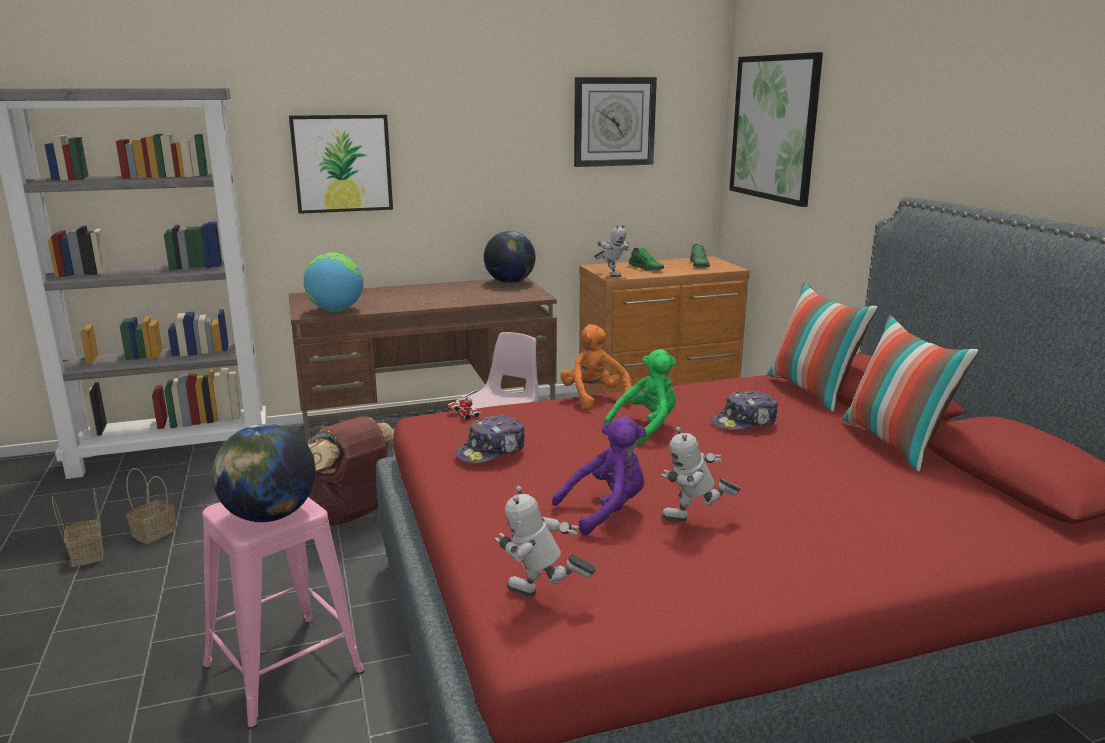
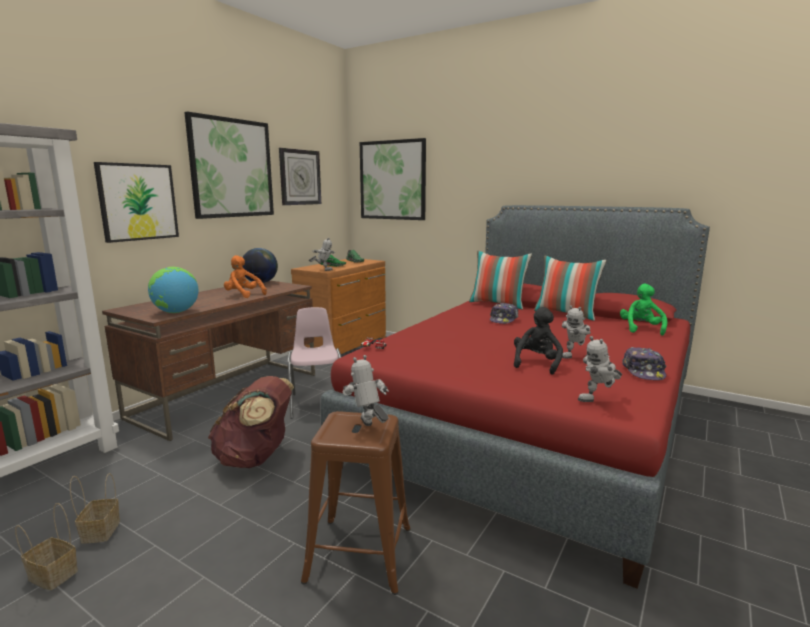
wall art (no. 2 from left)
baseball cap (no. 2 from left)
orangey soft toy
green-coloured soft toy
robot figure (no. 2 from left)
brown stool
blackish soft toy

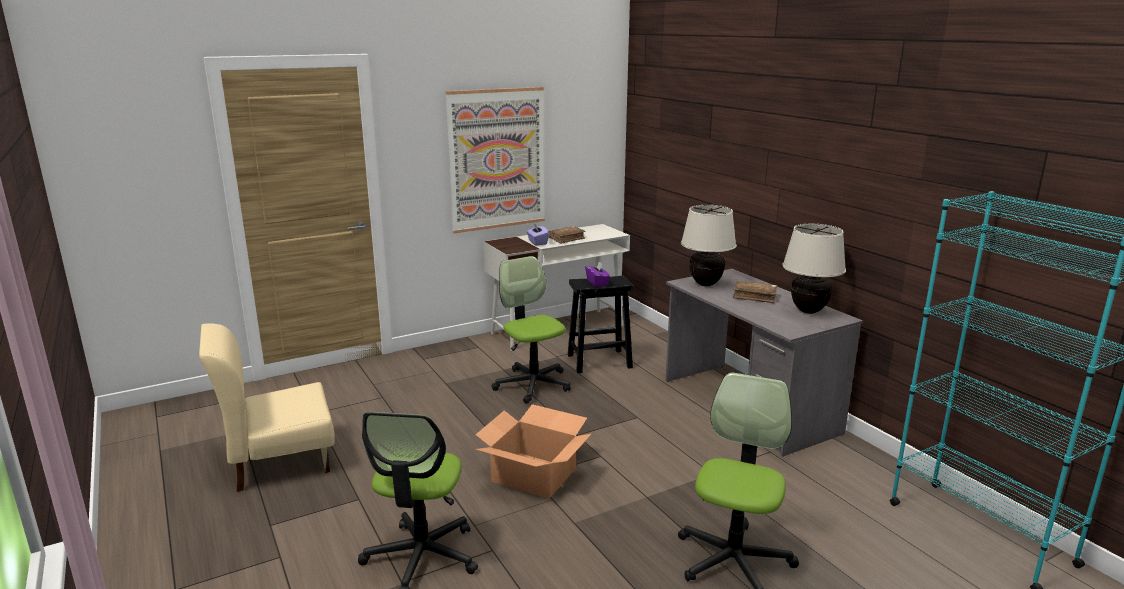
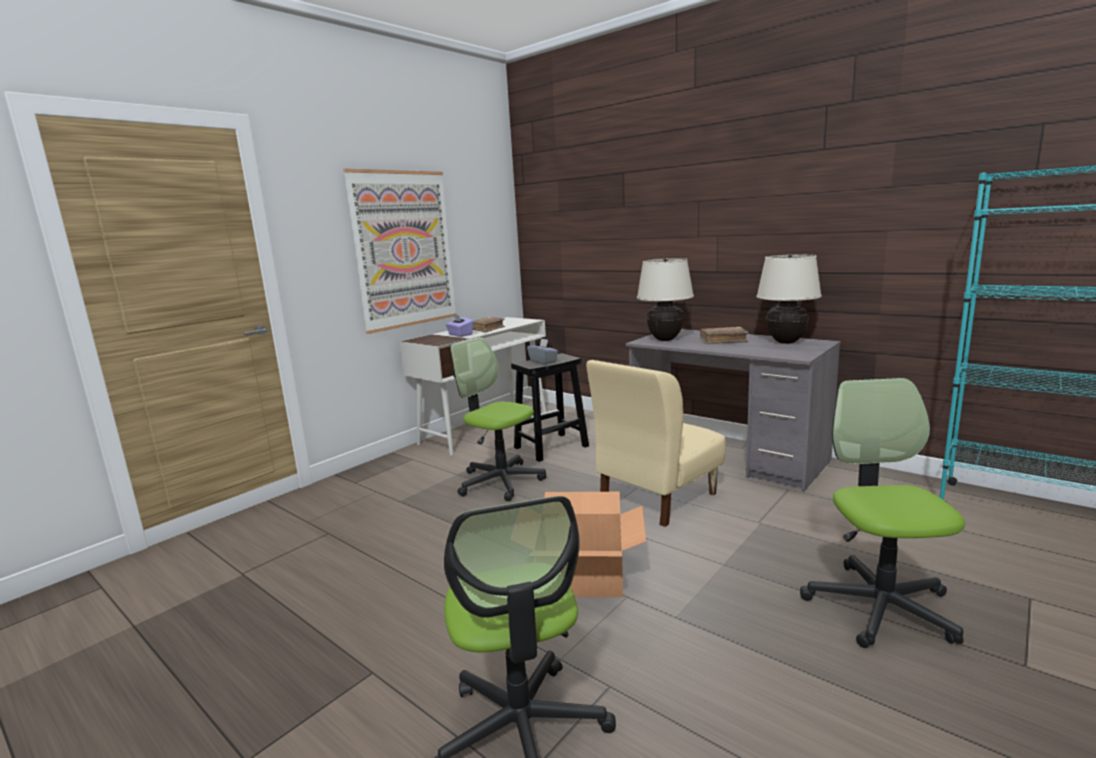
sand-coloured upright chair
gray box of tissues

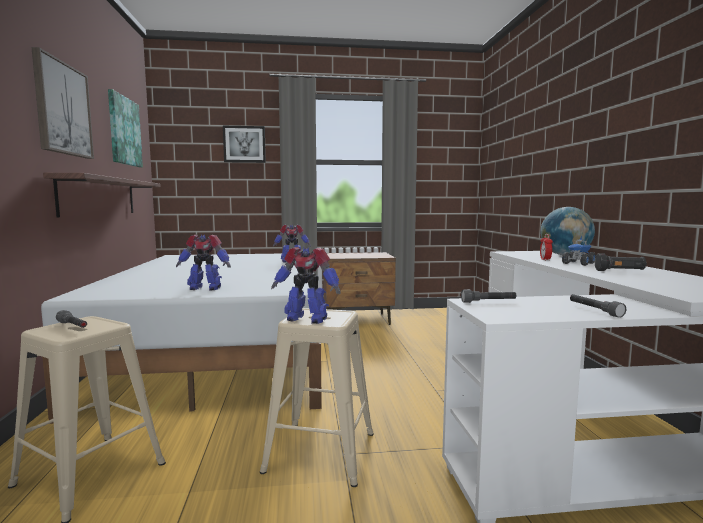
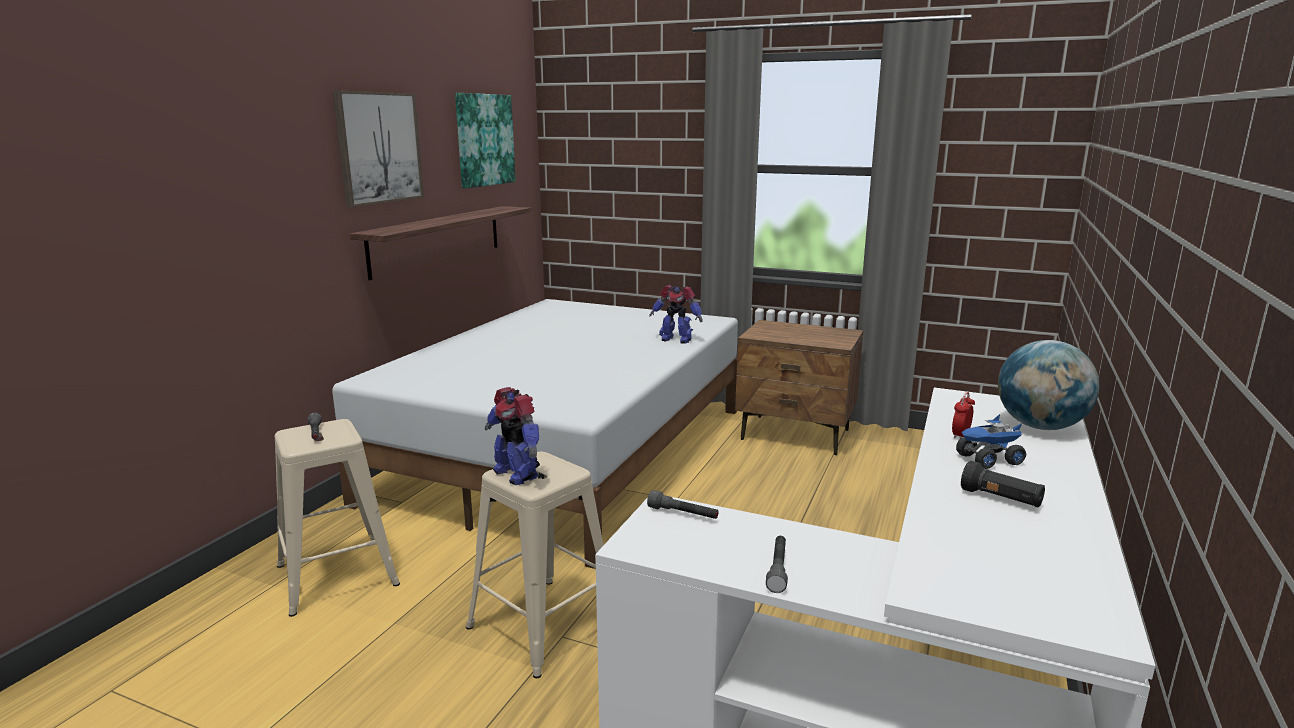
robot figure (no. 1 from left in the first image)
wall art (no. 3 from left in the first image)

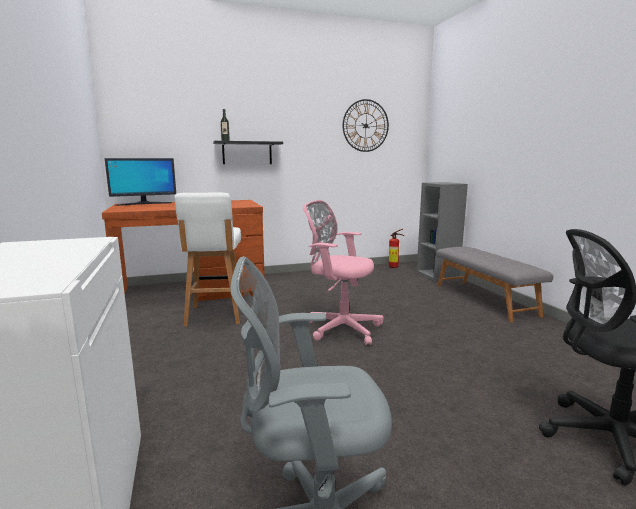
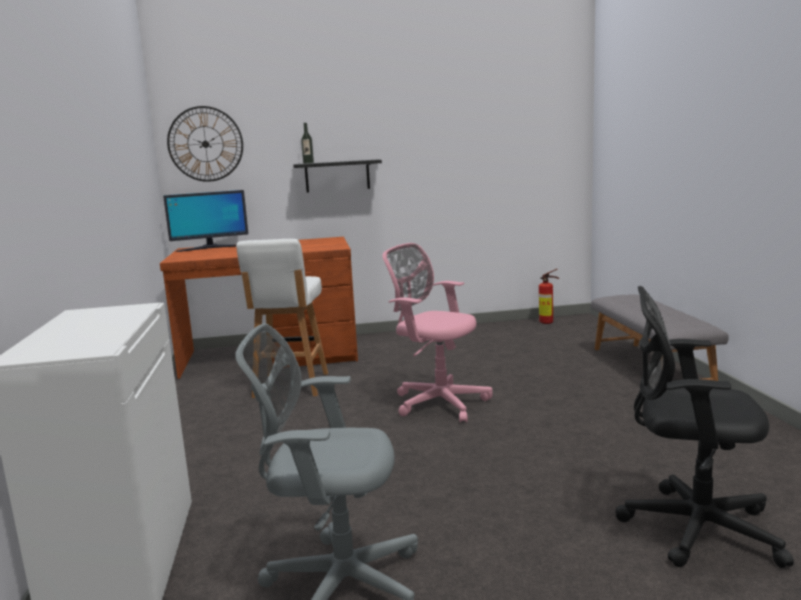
gray bookshelf
clock on the wall

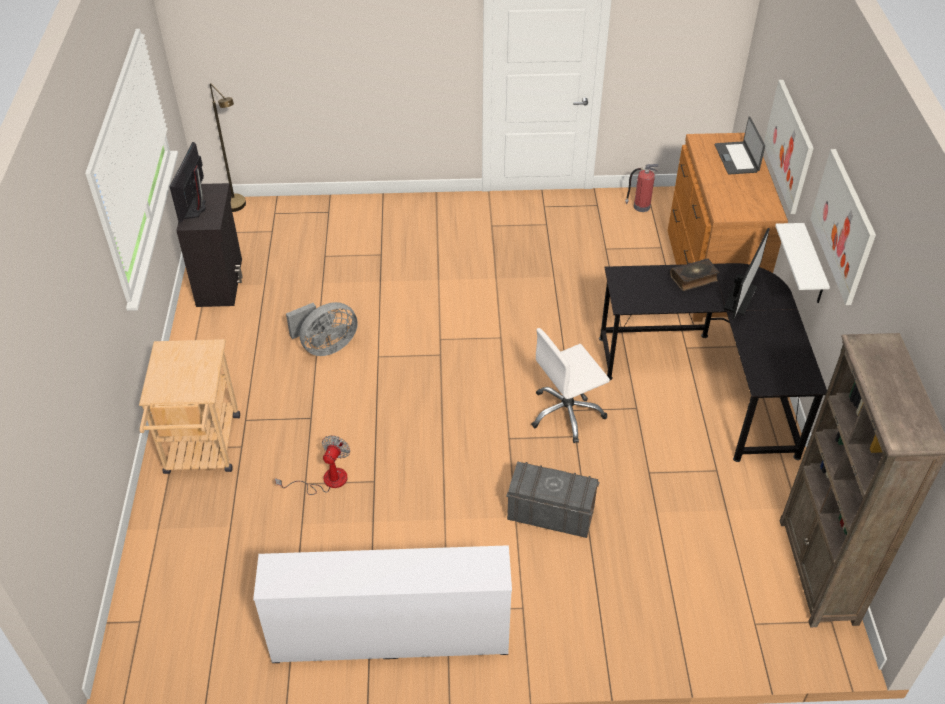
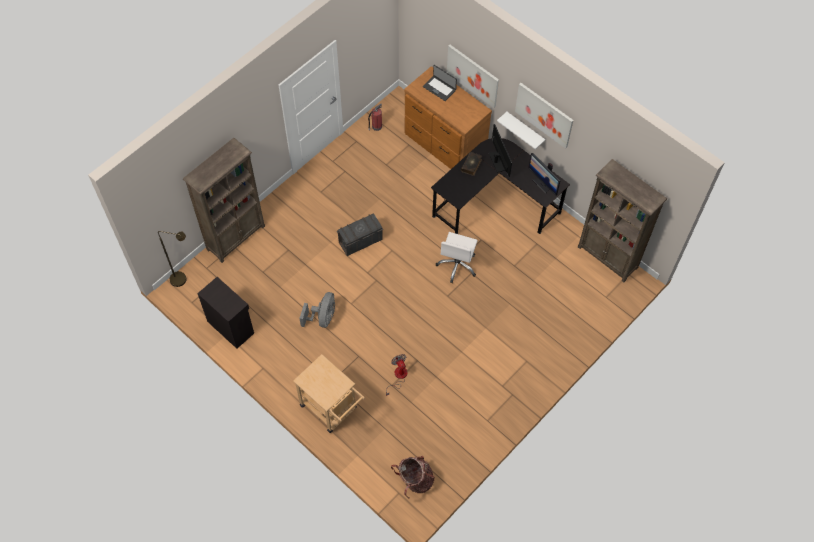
white dresser
brown bookshelf (no. 1 from left)
knapsack
computer display (no. 2 from left)
gray storage box

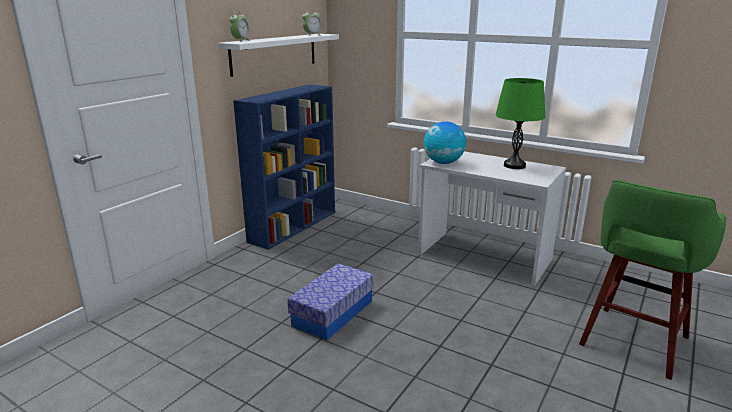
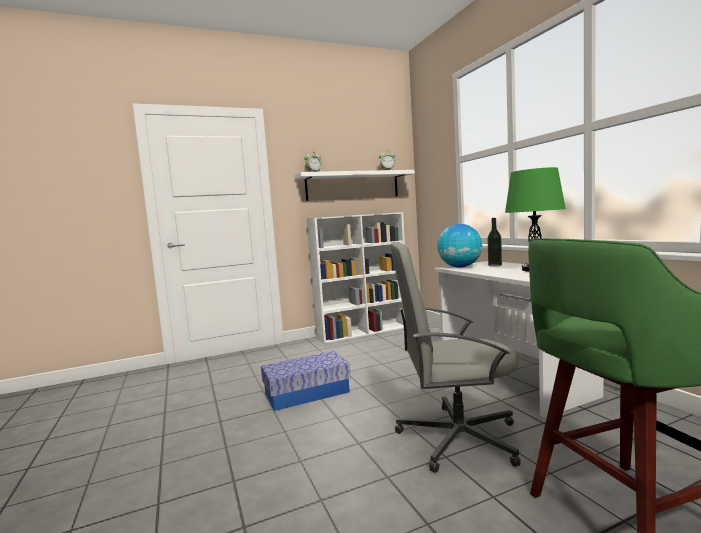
gray office chair
bottle
white bookshelf

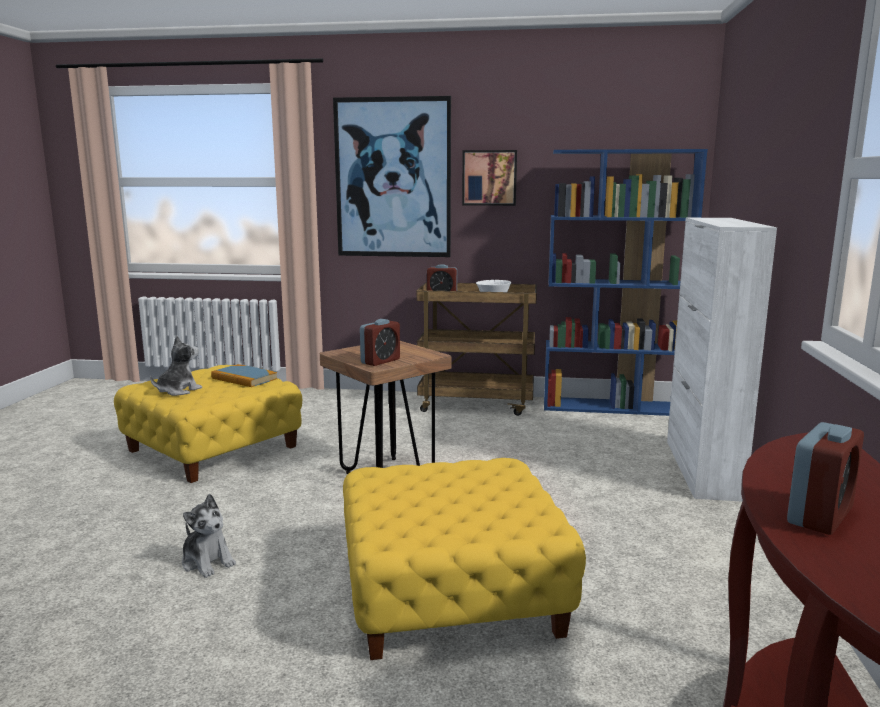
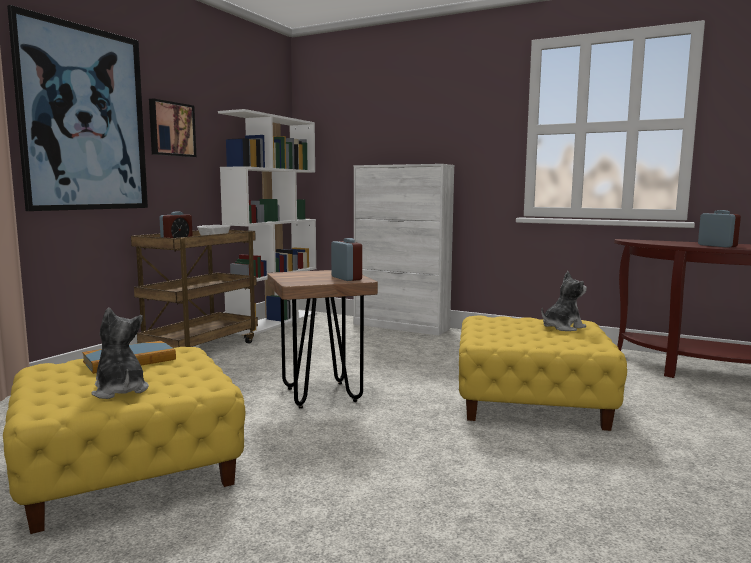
soft toy (no. 2 from left)
white bookshelf

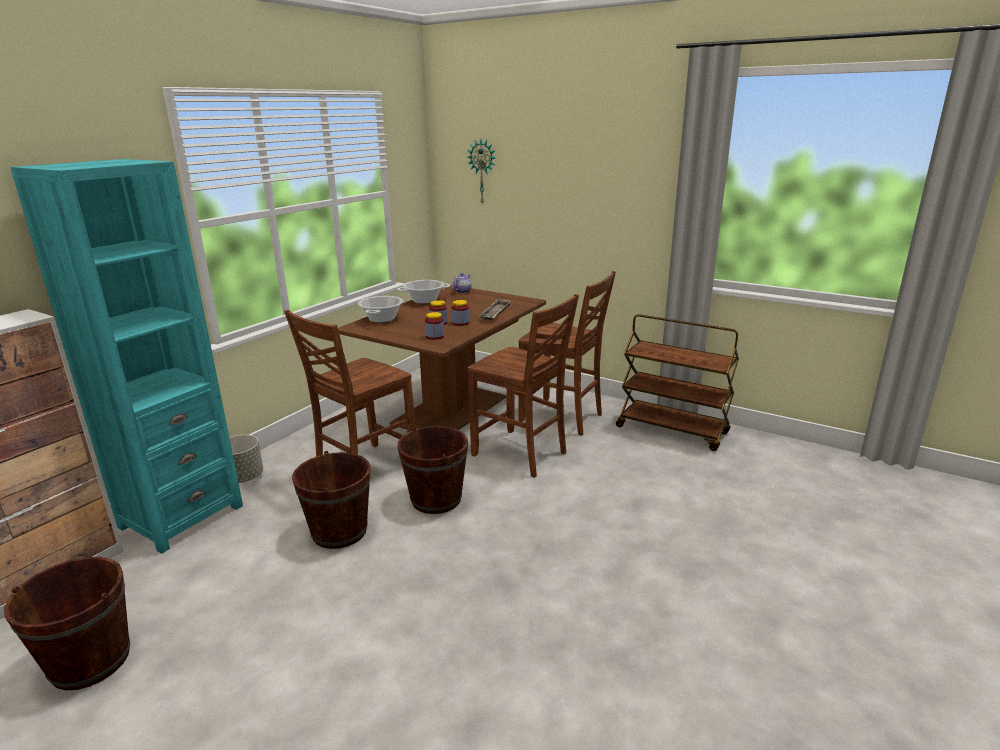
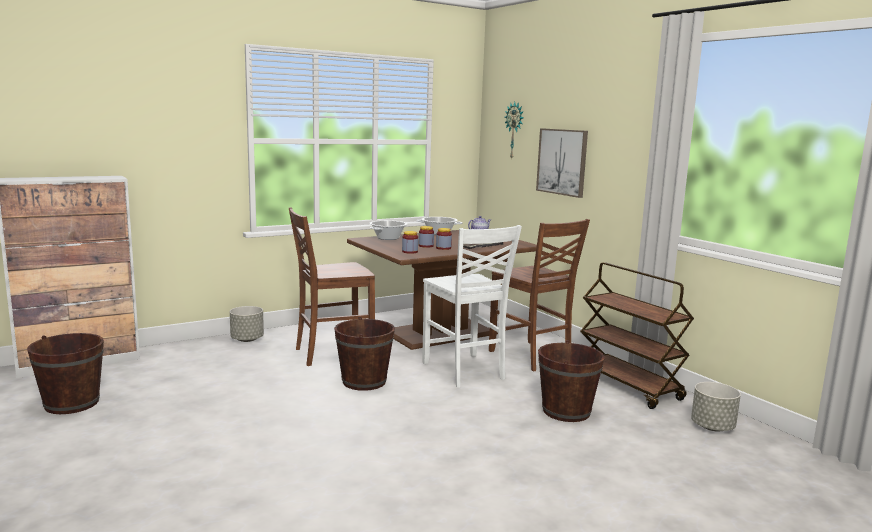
blue-green bookshelf
wall art
gray plant pot (no. 2 from left)
brown pail (no. 3 from left)
white upright chair

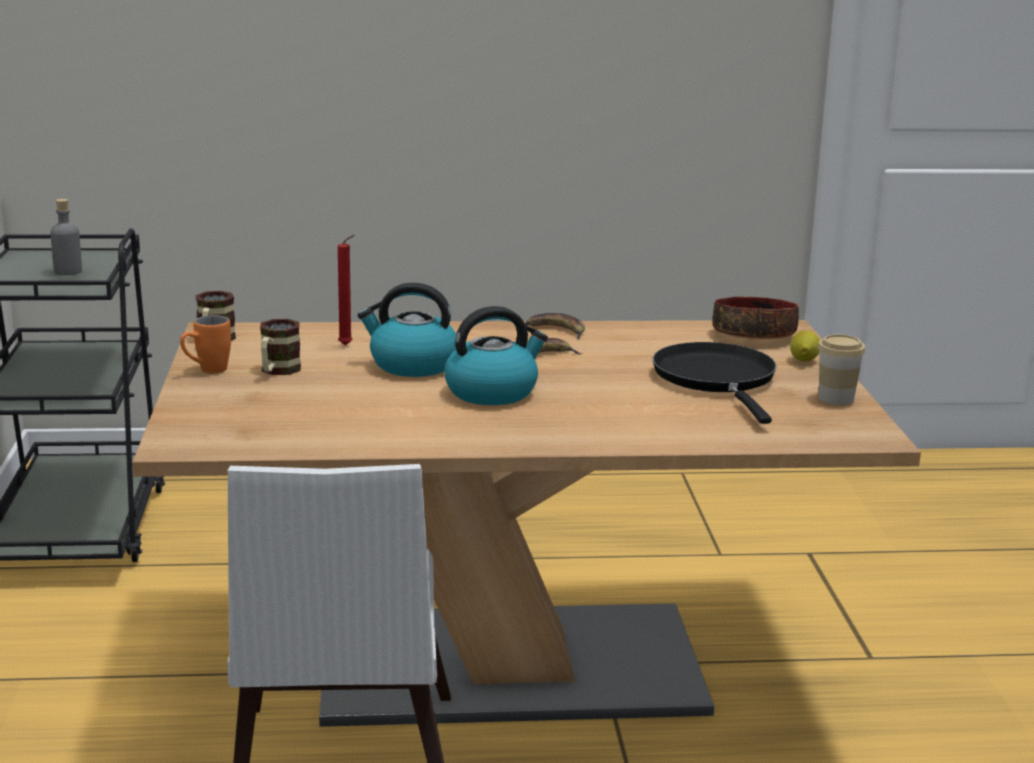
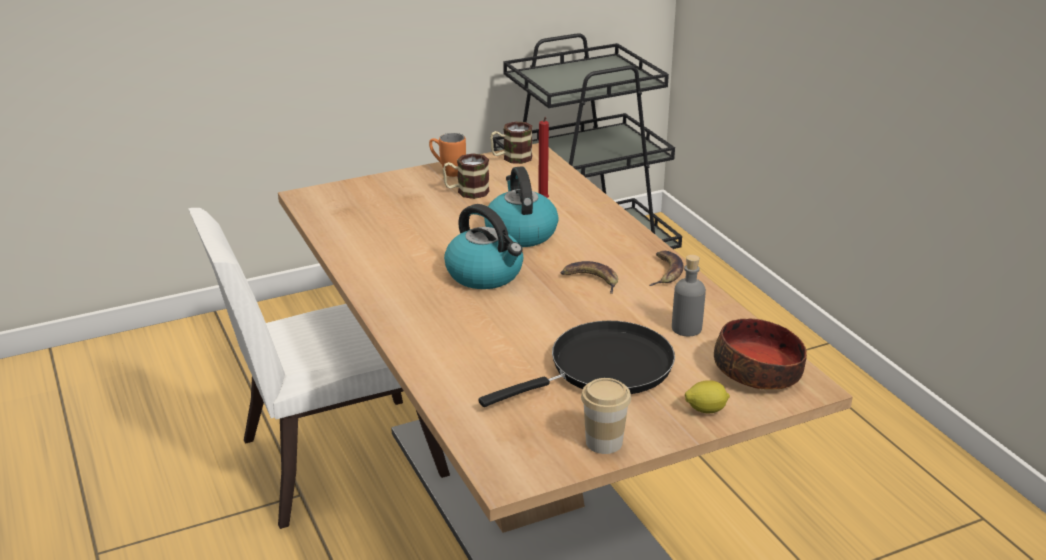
gray bottle

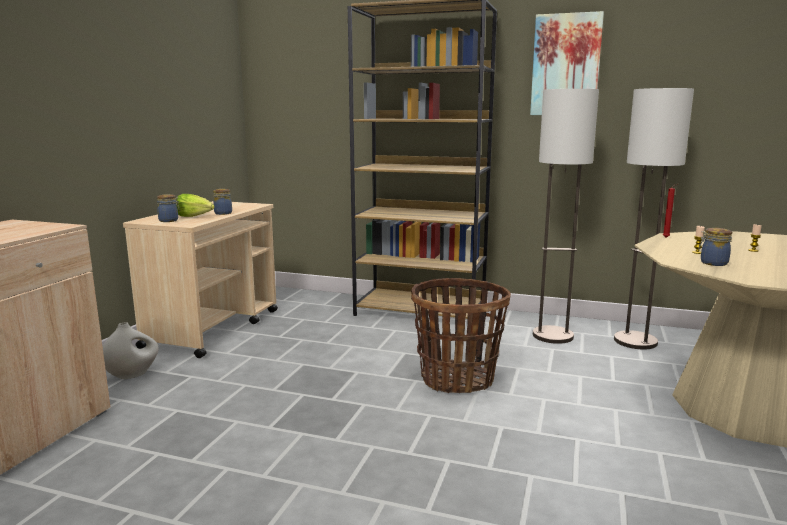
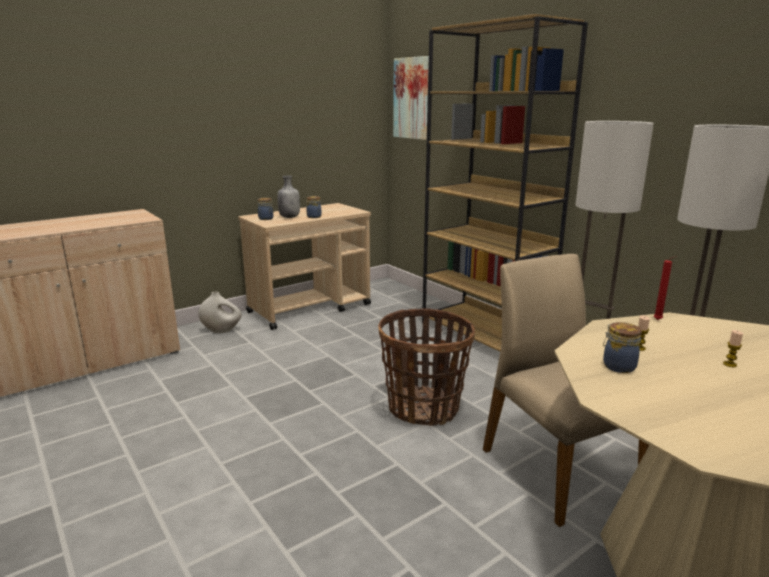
sand-coloured upright chair
wall art
gray bottle

